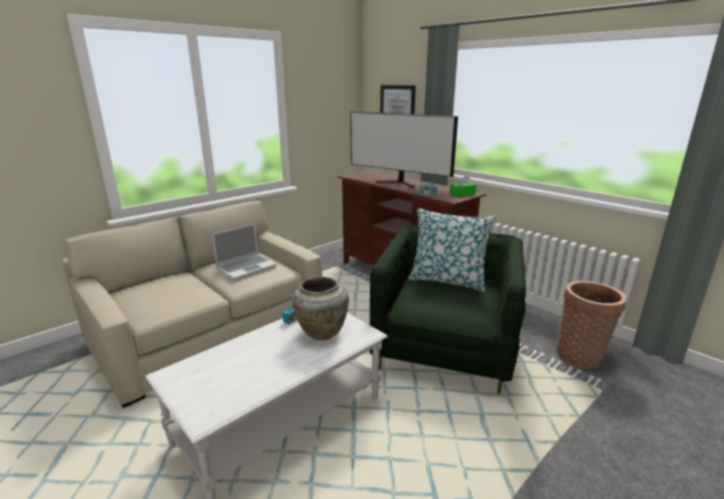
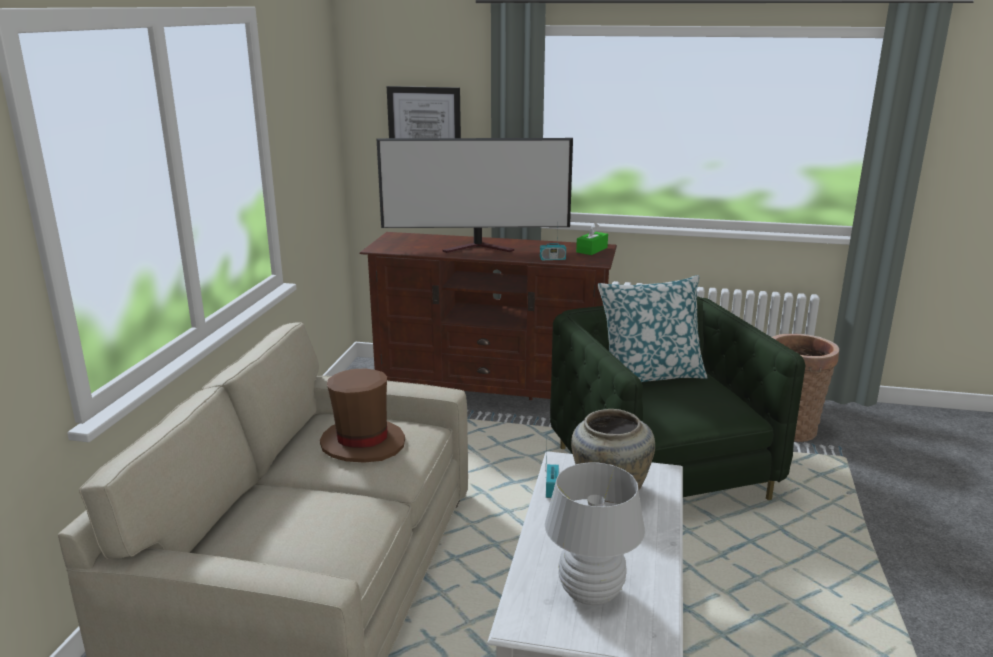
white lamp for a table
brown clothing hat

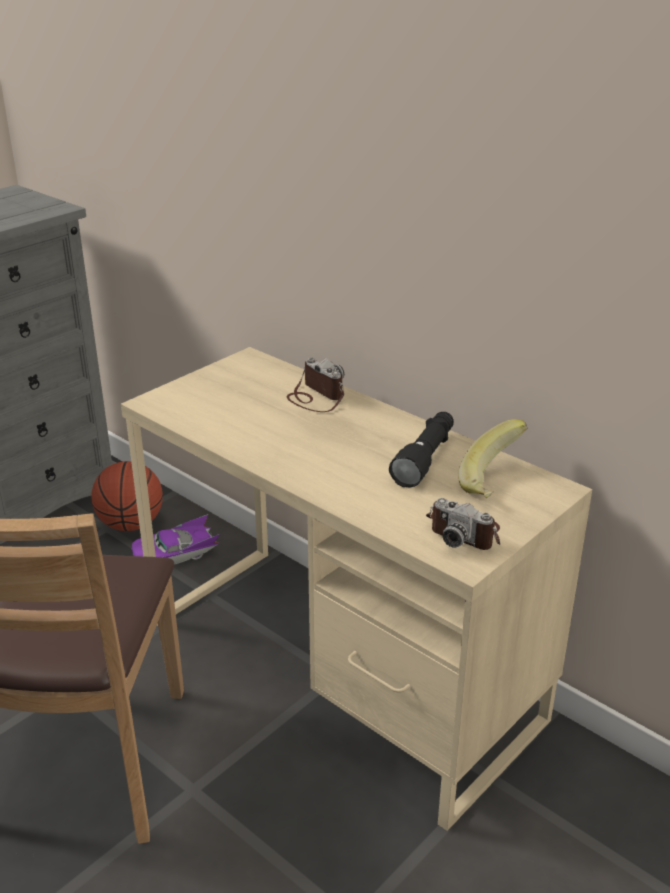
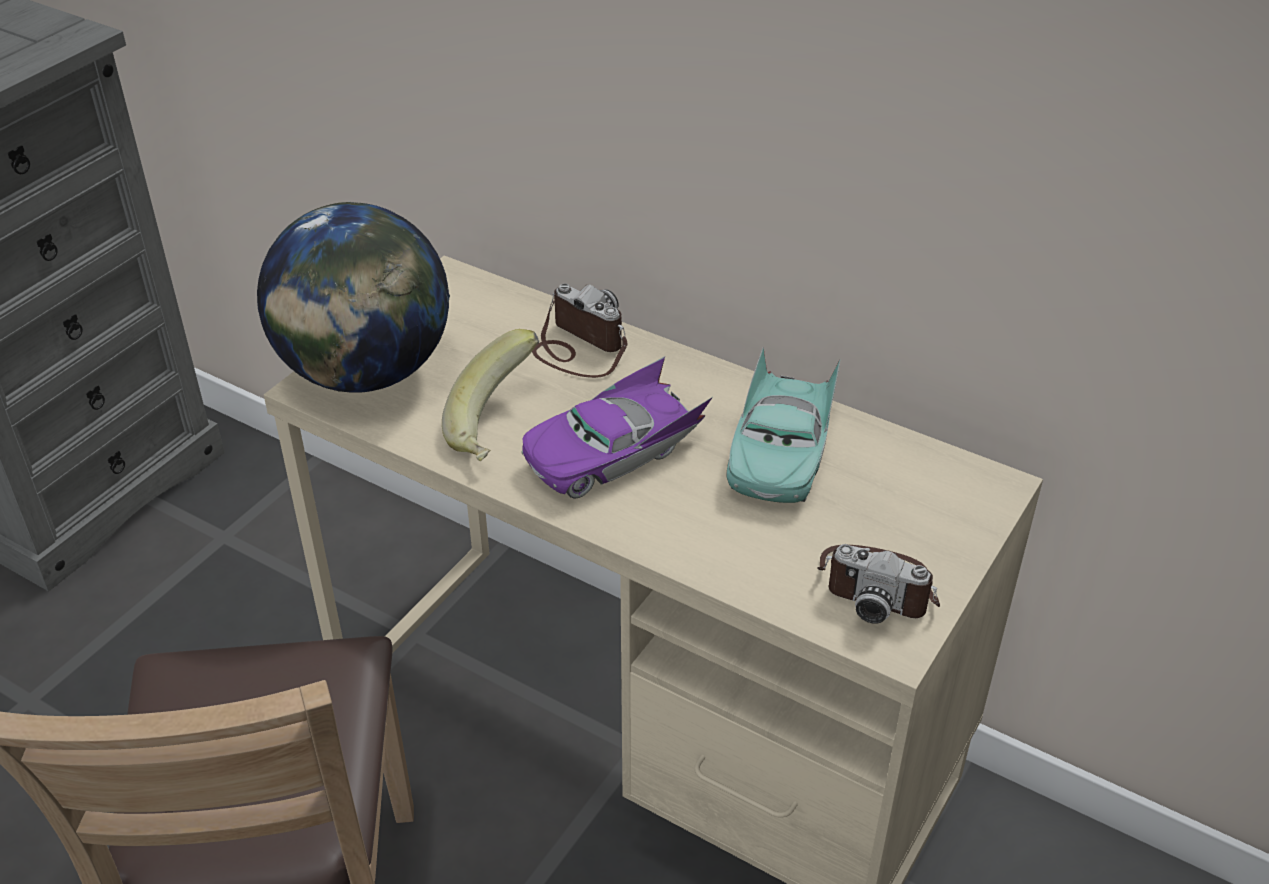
ball for basketball
world globe
purplish miniature car
whole banana
blue-green miniature car

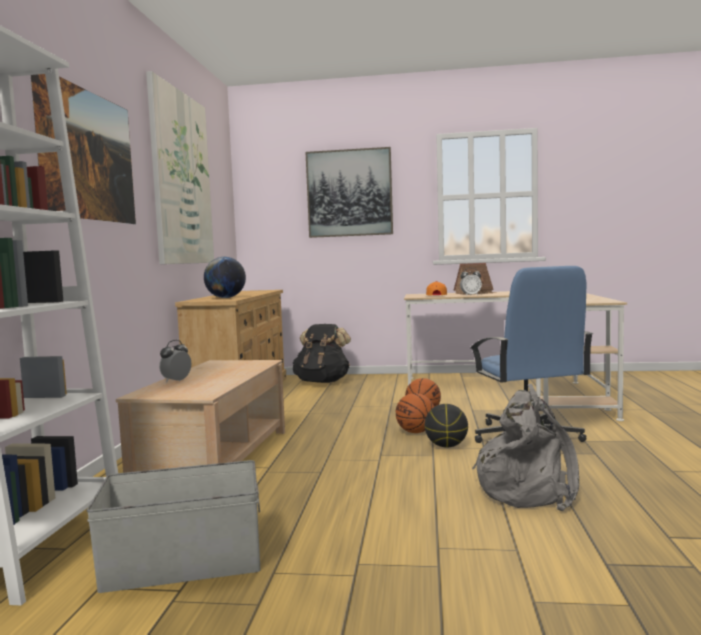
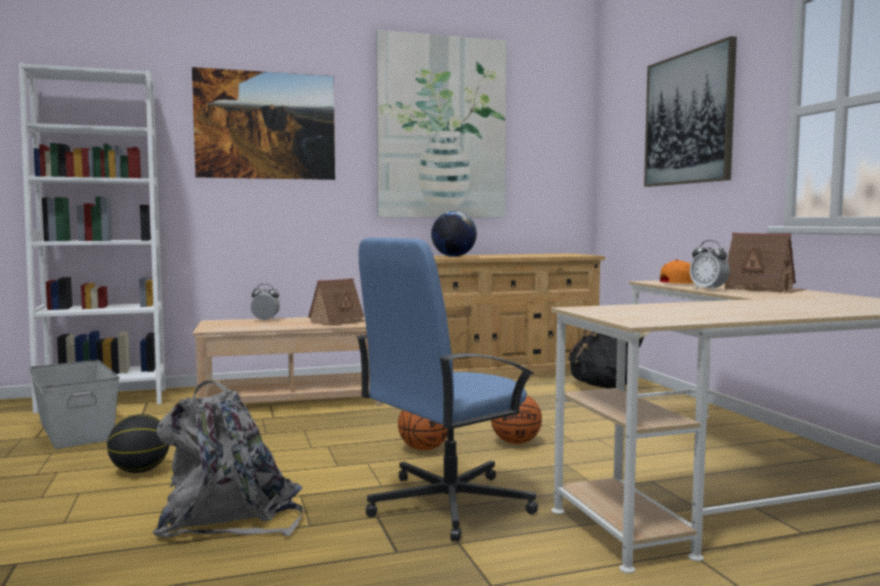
toy house (no. 1 from left)
ball for basketball (no. 1 from left)

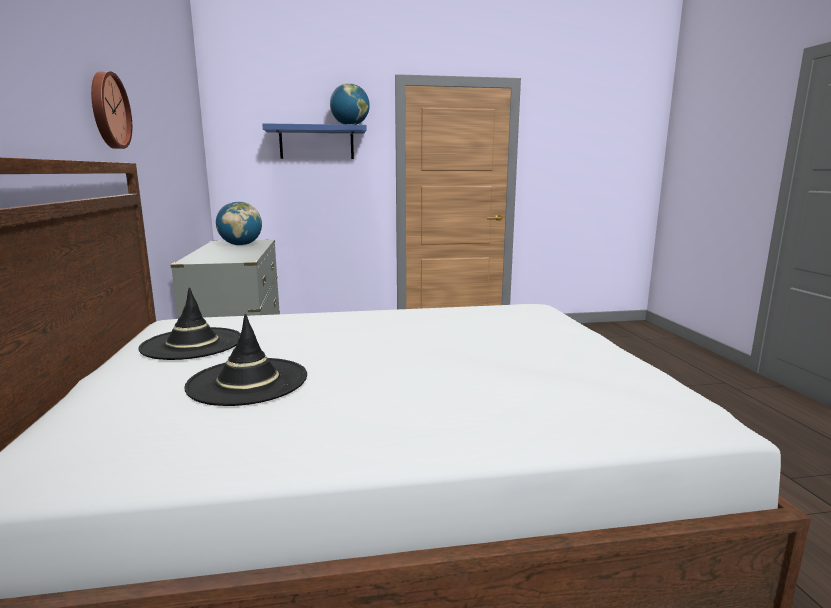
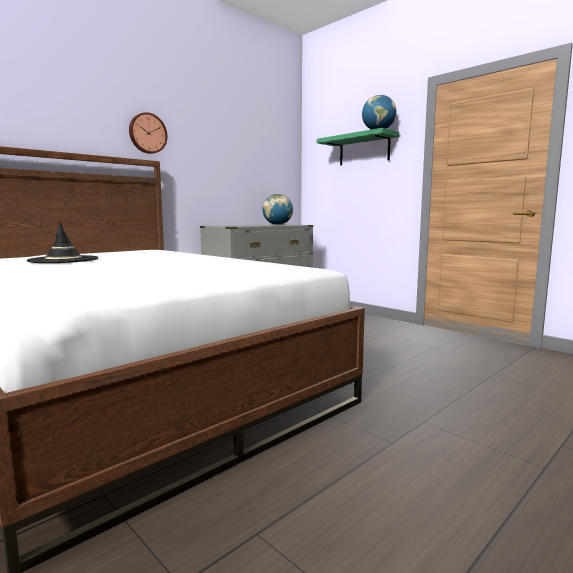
blackish clothing hat (no. 1 from left in the first image)
green-coloured wall shelf

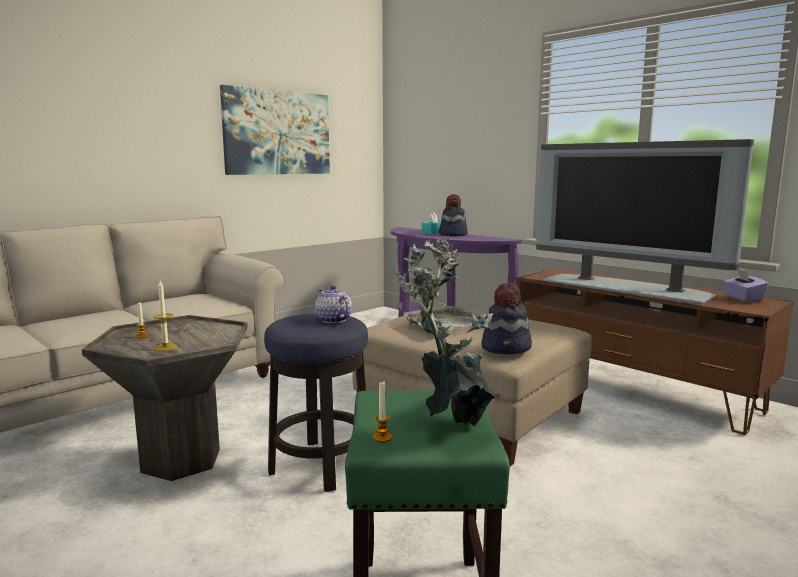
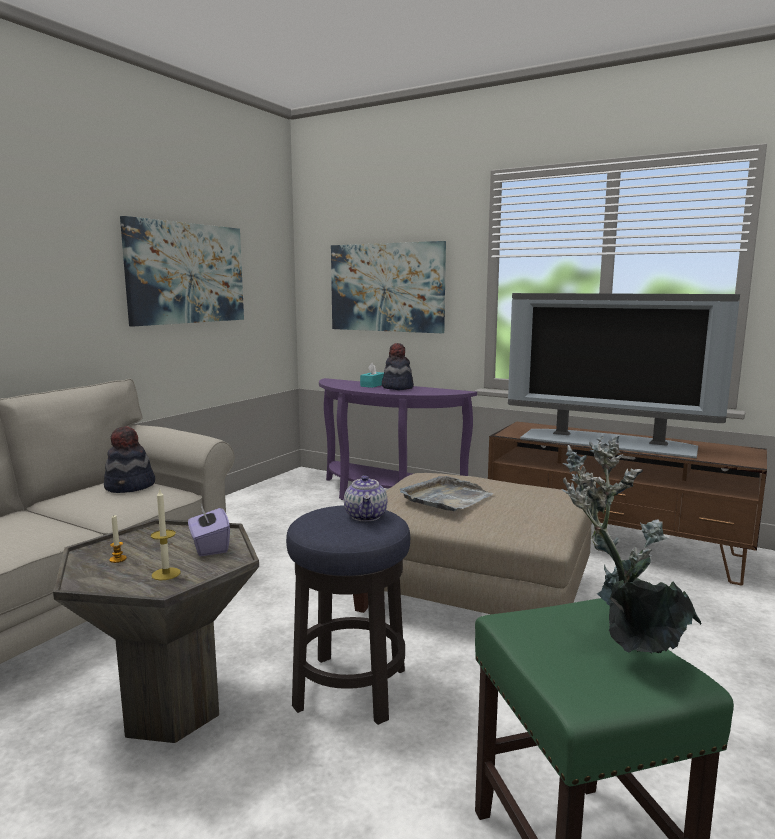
wax light (no. 3 from left in the first image)
wall art (no. 2 from left)
clothing hat (no. 1 from left)
purplish box of tissues
pot for tea

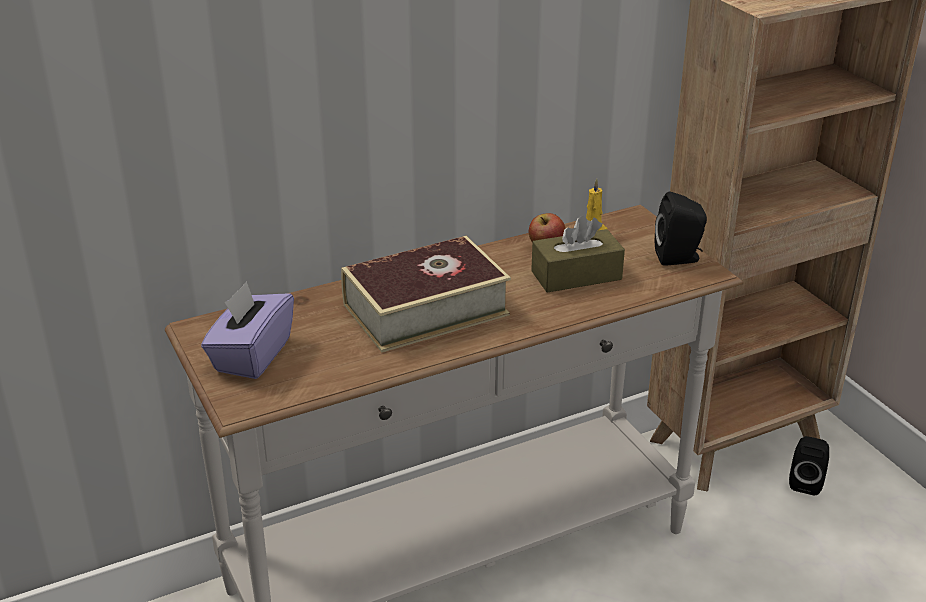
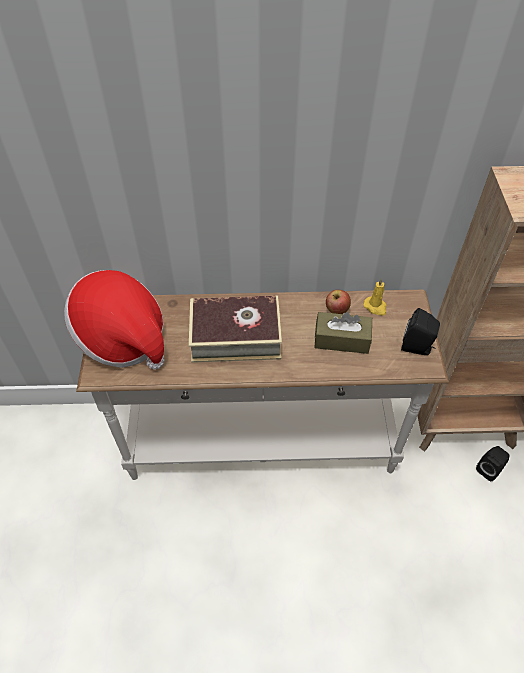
clothing hat

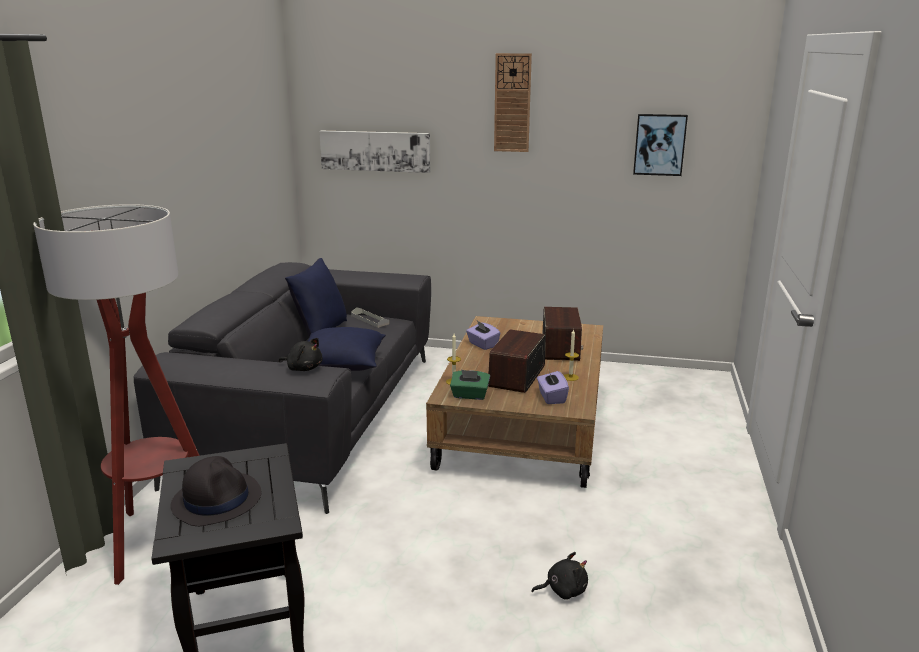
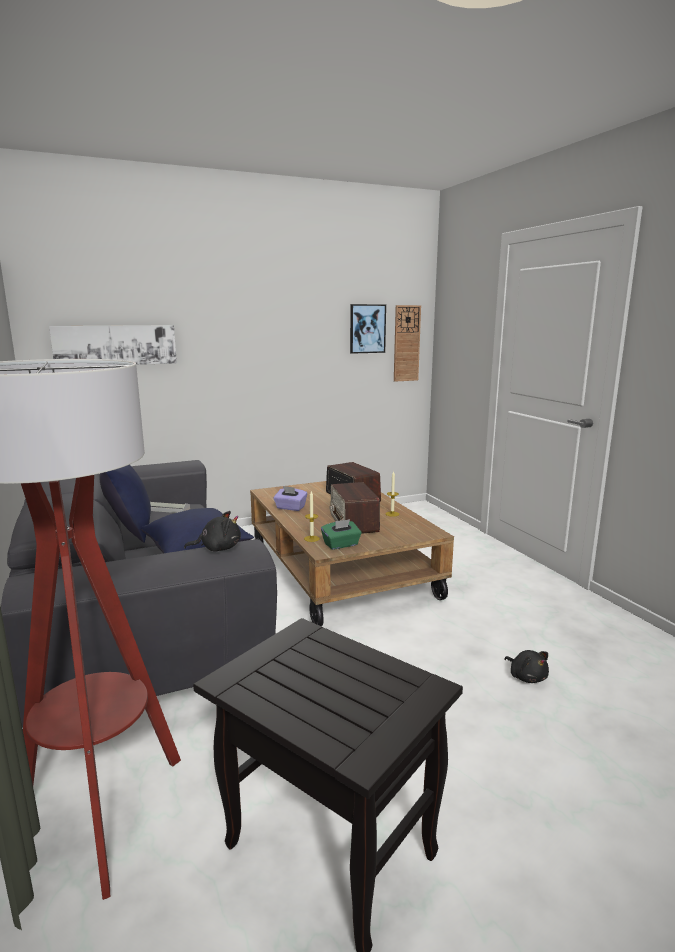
blackish clothing hat
purplish box of tissues (no. 2 from left in the first image)
clock on the wall
blackish soft toy (no. 2 from left)

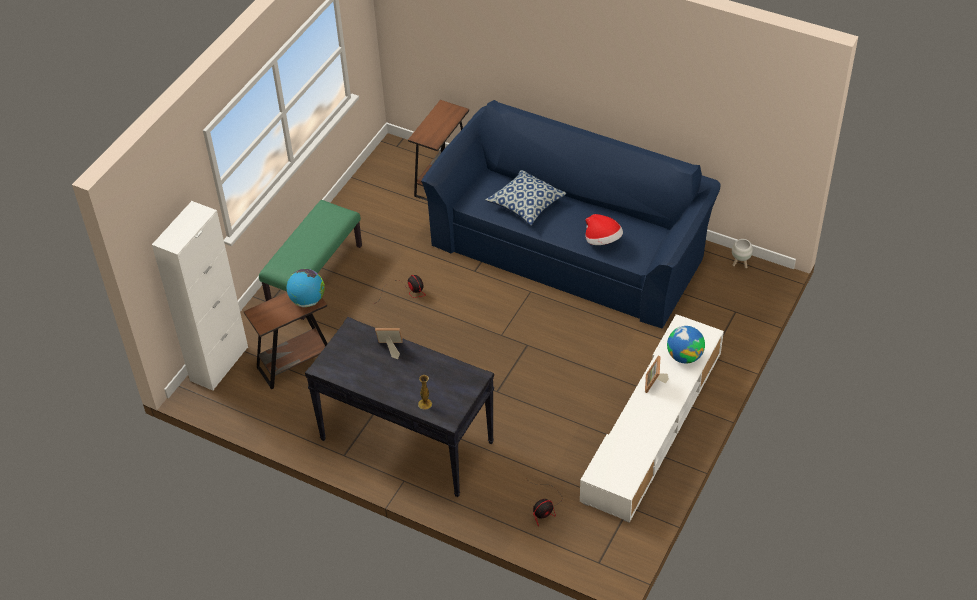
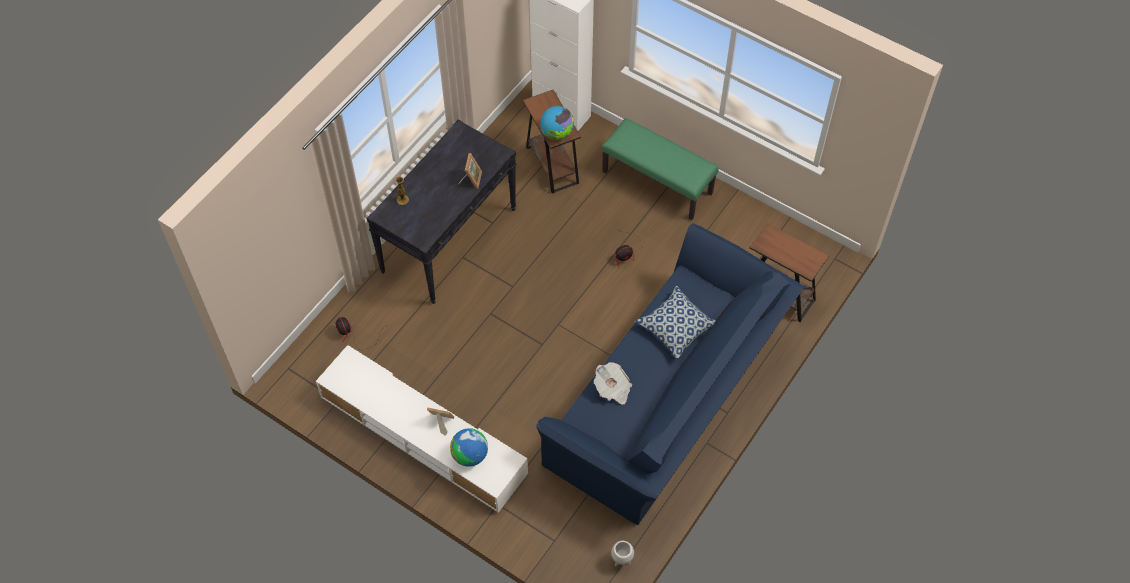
printed paper

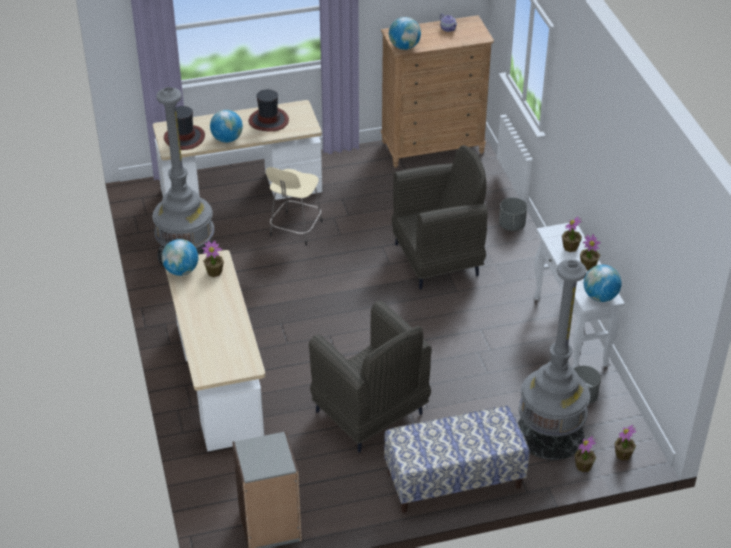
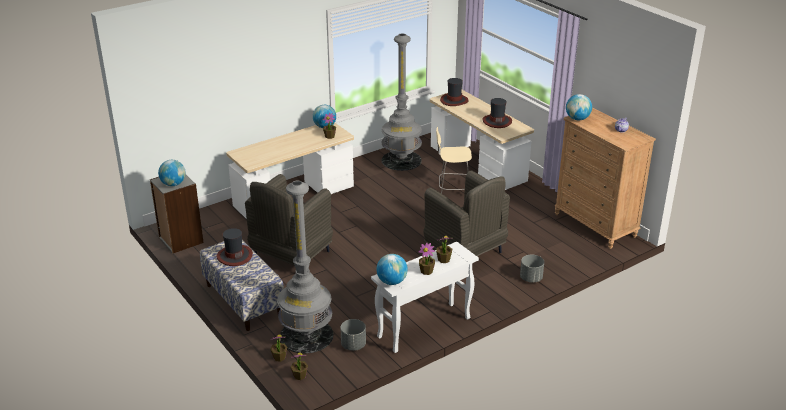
clothing hat (no. 1 from left)
world globe (no. 1 from left)

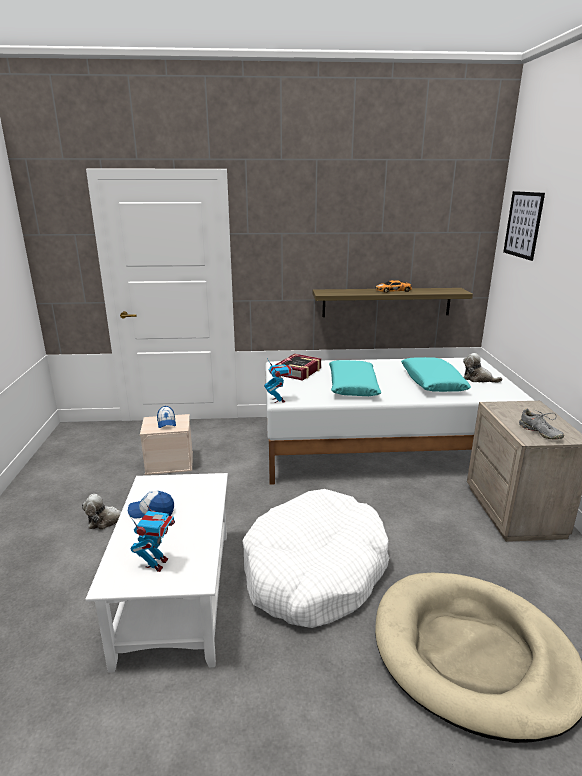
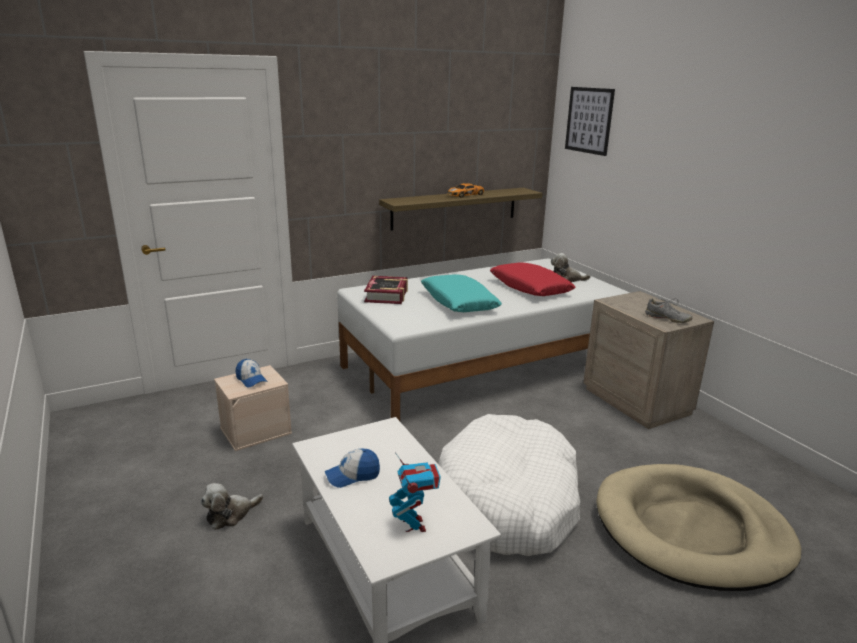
robot figure (no. 2 from left in the first image)
red-coloured cushion

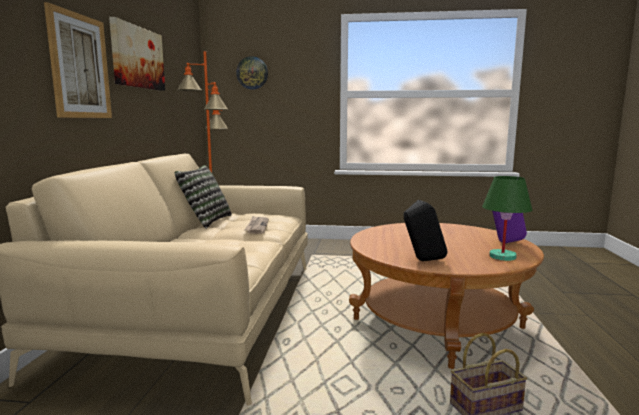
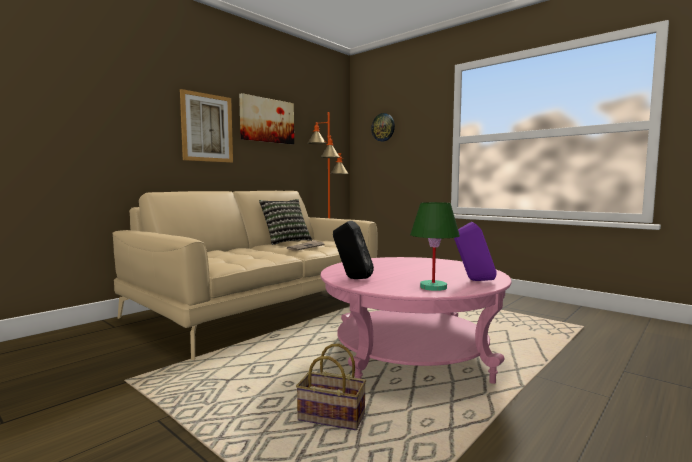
pink-coloured low table

